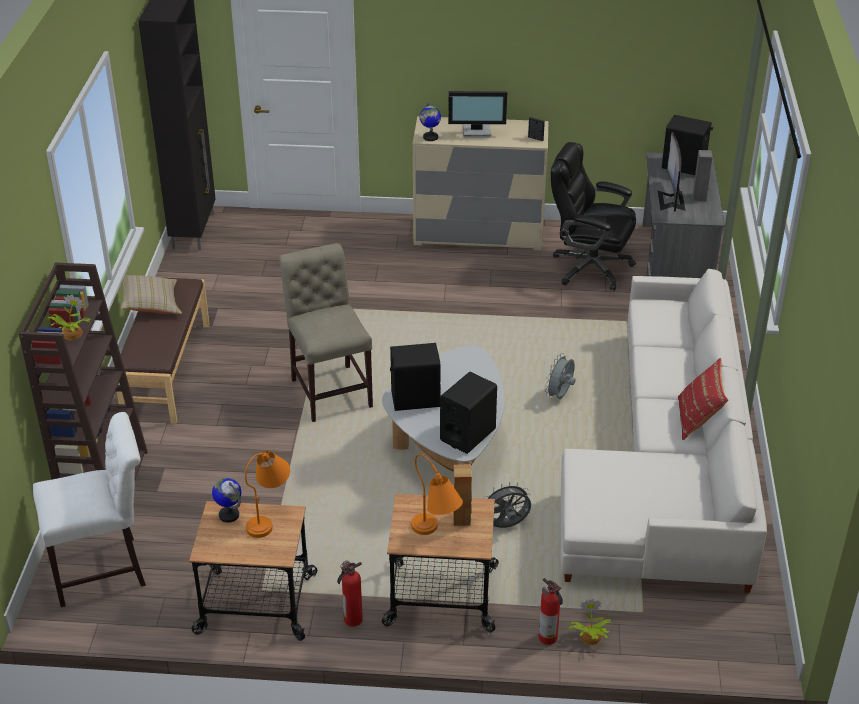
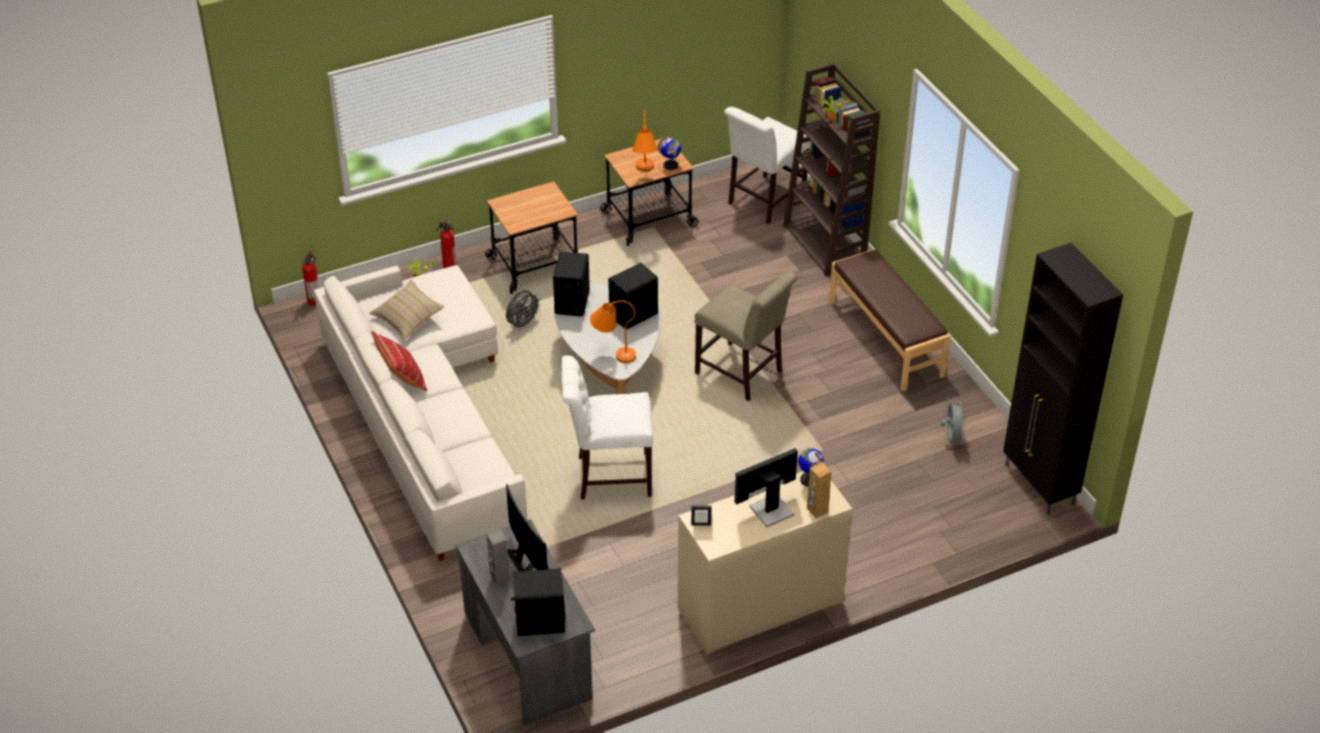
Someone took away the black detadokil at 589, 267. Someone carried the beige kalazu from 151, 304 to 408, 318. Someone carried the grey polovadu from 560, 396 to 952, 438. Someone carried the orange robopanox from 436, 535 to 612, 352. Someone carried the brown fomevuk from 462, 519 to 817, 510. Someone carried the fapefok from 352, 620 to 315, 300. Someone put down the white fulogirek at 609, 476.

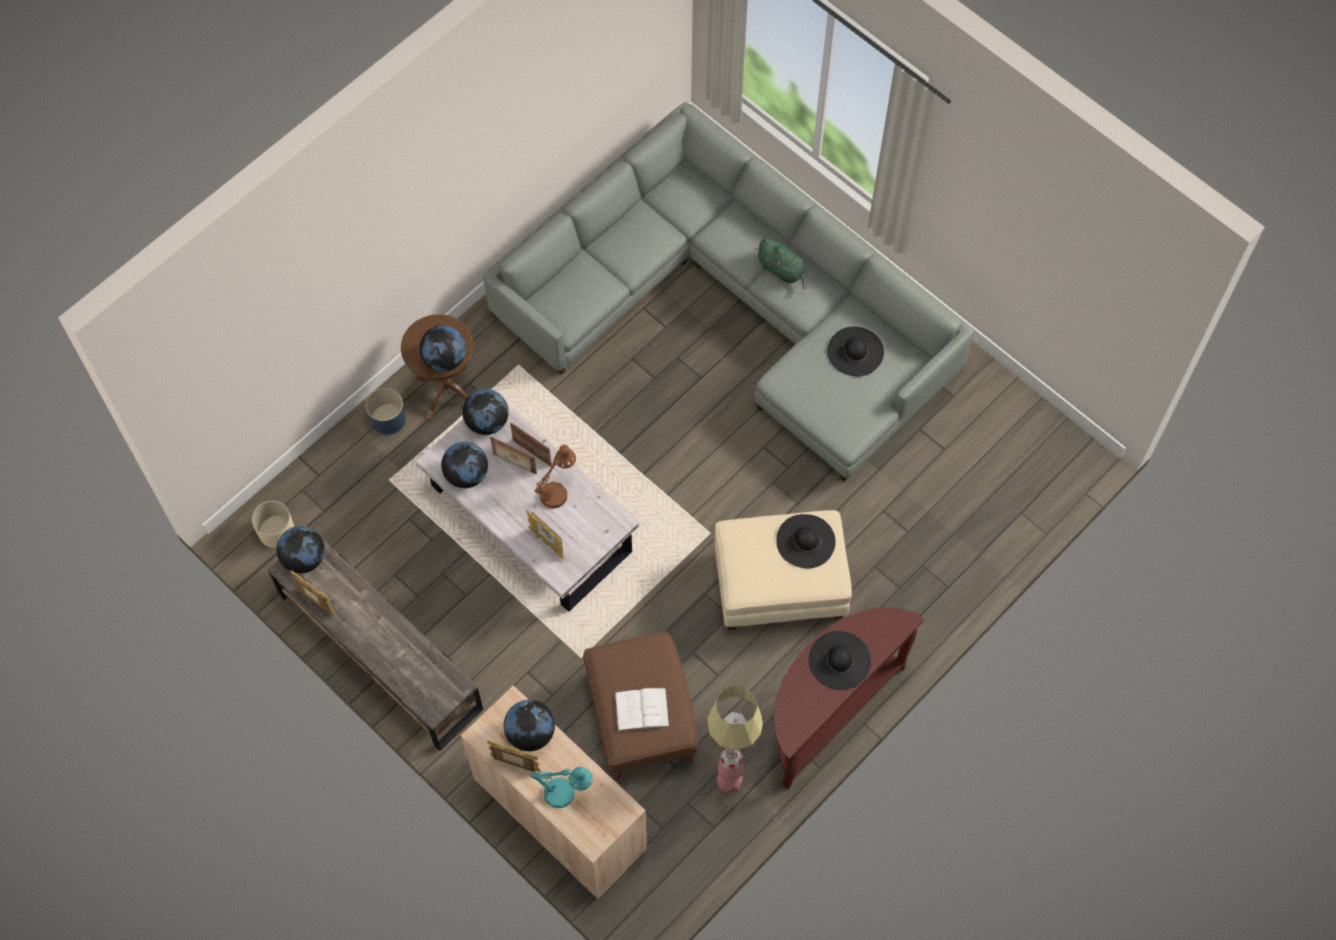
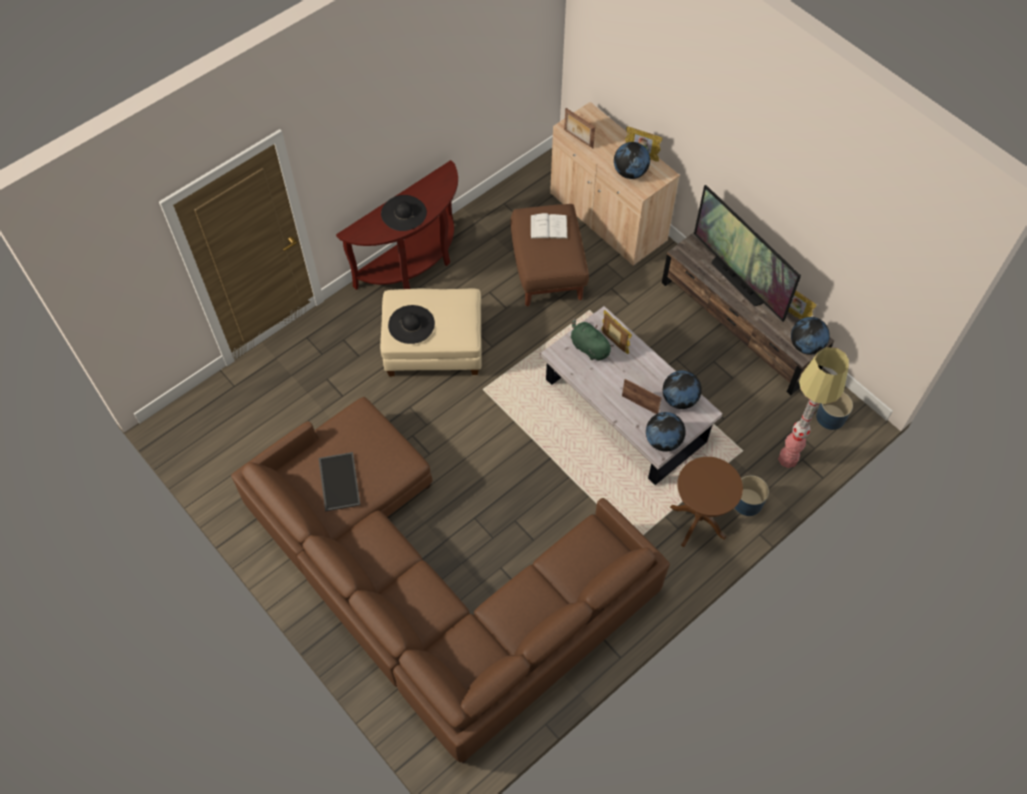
Someone repainted the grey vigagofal at 735, 305, which became the brown vigagofal at 434, 583. Someone carried the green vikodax from 782, 270 to 588, 347. Someone took away the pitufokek at 445, 359. Someone swapped the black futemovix at 855, 351 for the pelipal at 338, 481. Someone carried the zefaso from 532, 452 to 578, 139. Someone took away the brown robopanox at 557, 491. Someone repainted the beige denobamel at 276, 531, which became the blue denobamel at 830, 417. Someone carried the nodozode from 729, 781 to 788, 459. Someone took away the turquoise robopanox at 566, 794. Someone put down the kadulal at 738, 281.

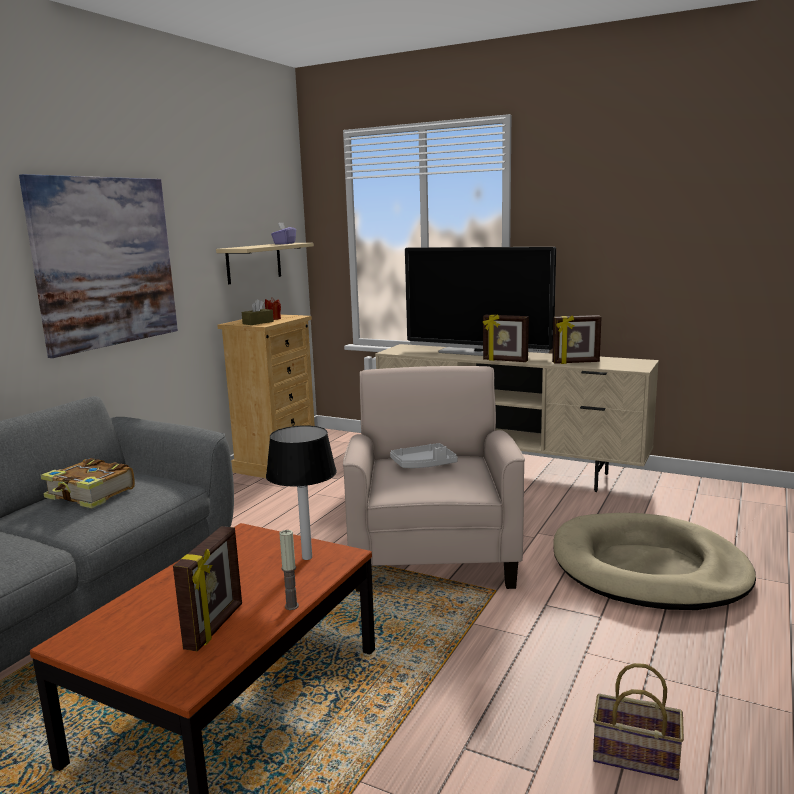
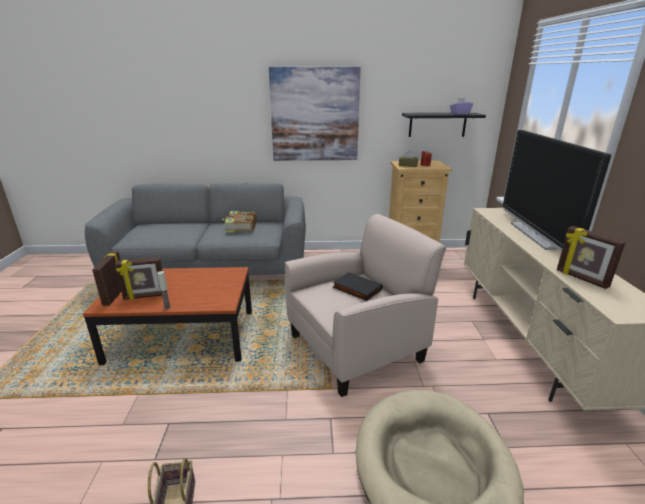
Someone repainted the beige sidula at 254, 263, which became the black sidula at 437, 124. Someone carried the zefaso from 505, 361 to 114, 295. Someone took away the robopanox at 307, 557. Someone swapped the grey pelipal at 424, 465 for the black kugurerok at 356, 289.

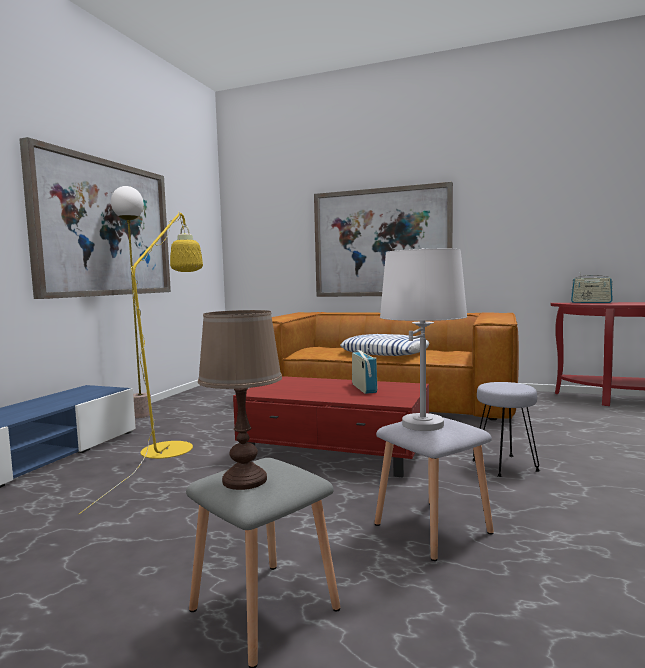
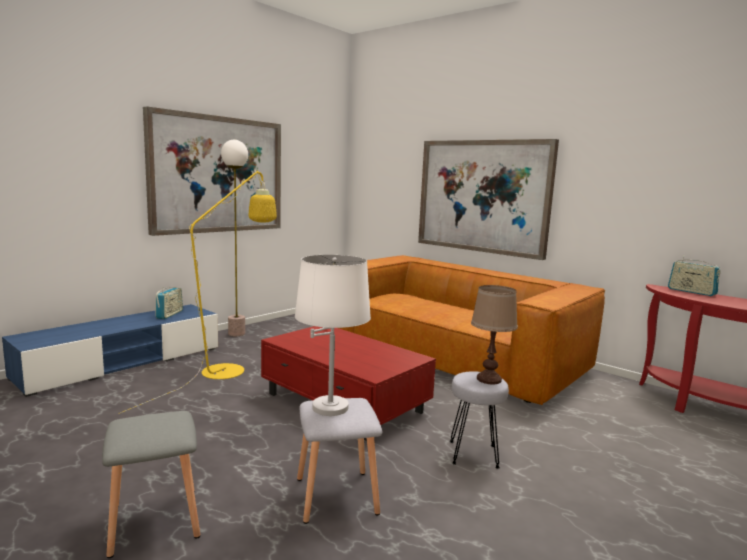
Someone carried the brown robopanox from 244, 480 to 488, 379. Someone took away the kalazu at 384, 352. Someone carried the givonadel from 364, 388 to 169, 314.

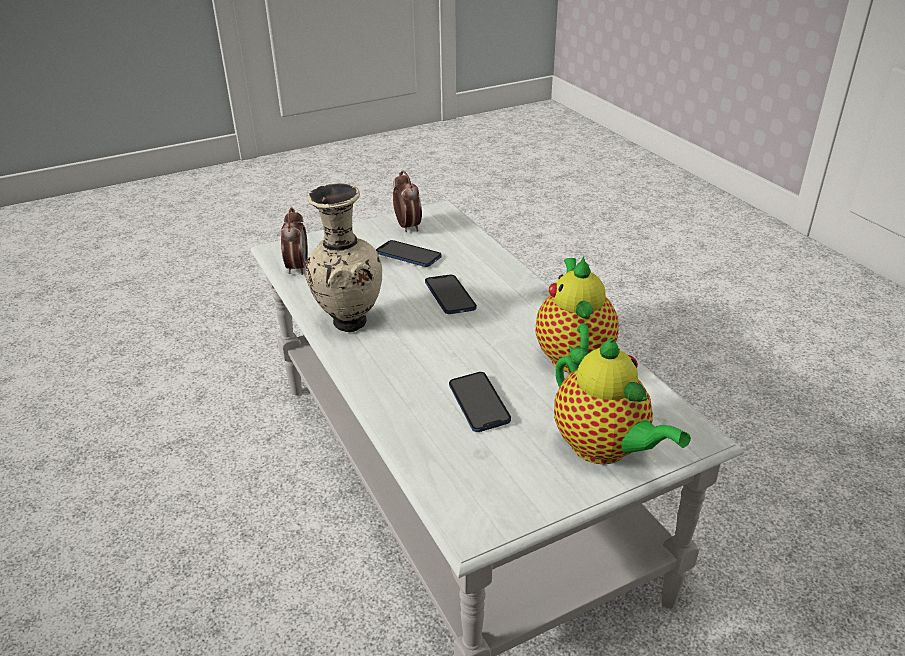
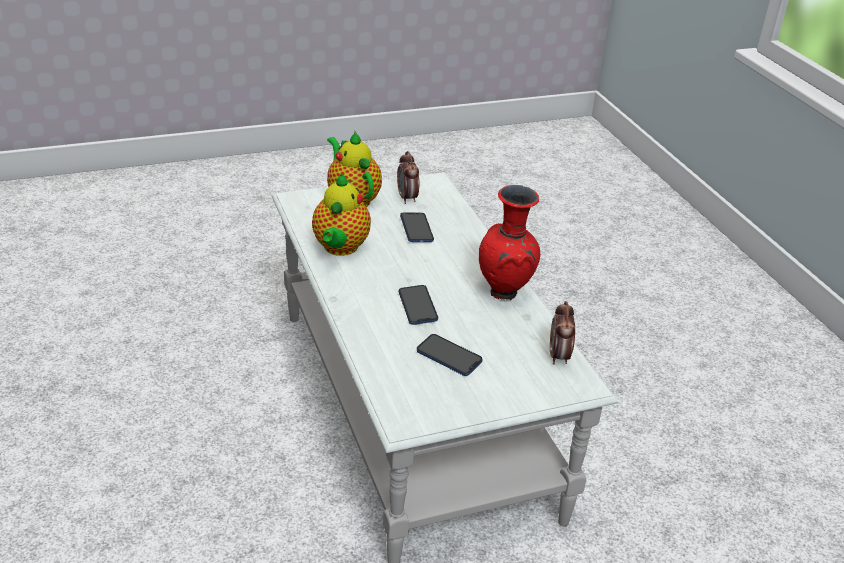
Someone carried the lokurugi from 407, 227 to 407, 198. Someone repainted the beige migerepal at 347, 322, which became the red migerepal at 505, 294.

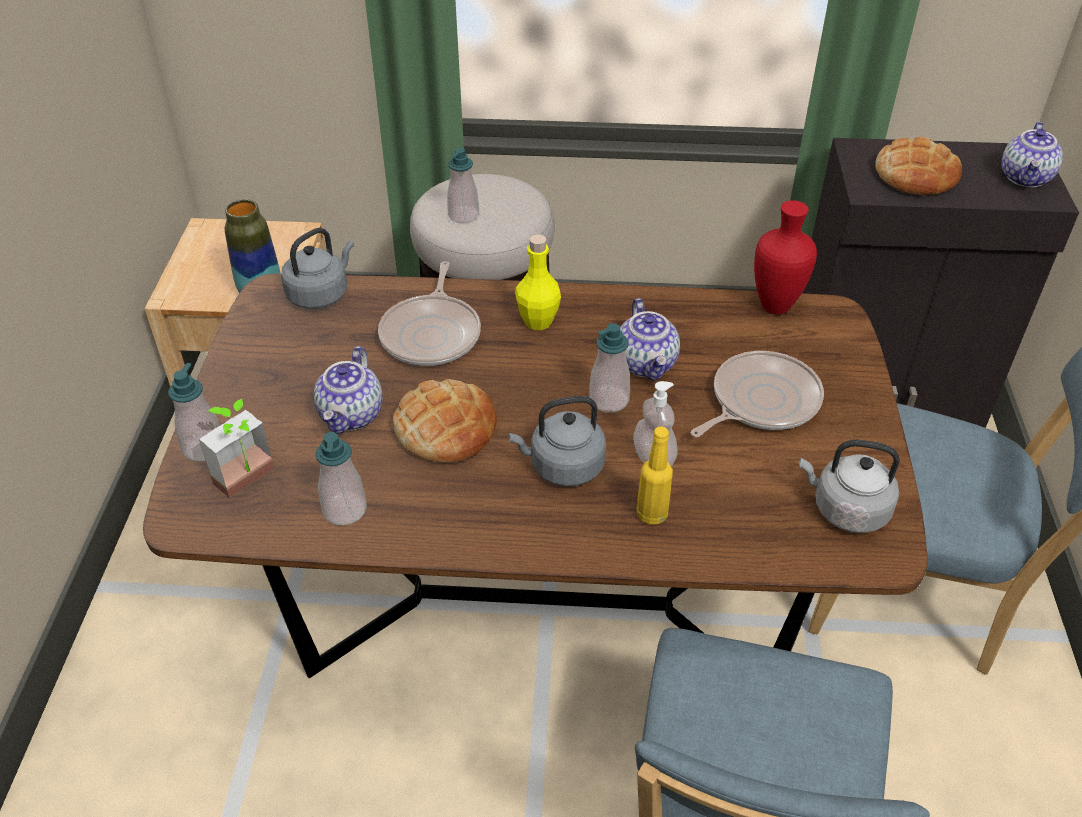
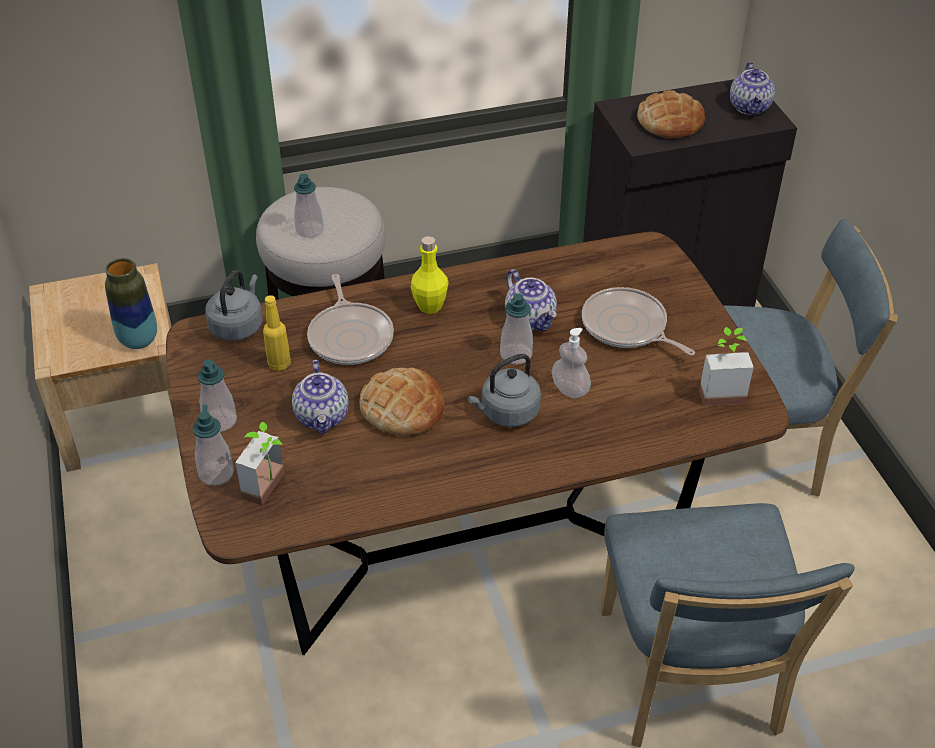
Someone took away the red migerepal at 777, 306. Someone rotated the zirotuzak at 760, 401 by 75 degrees counterclockwise. Someone carried the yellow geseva from 651, 514 to 279, 364. Someone carried the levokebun from 344, 510 to 220, 421. Someone swapped the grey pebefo at 846, 510 for the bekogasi at 720, 390.

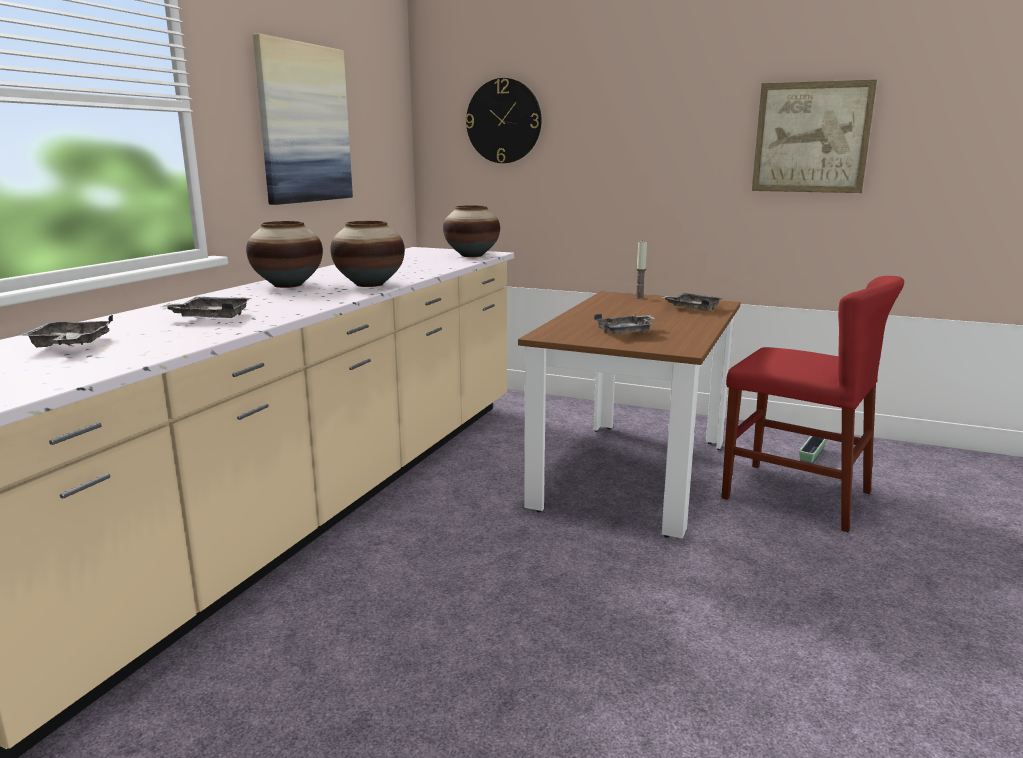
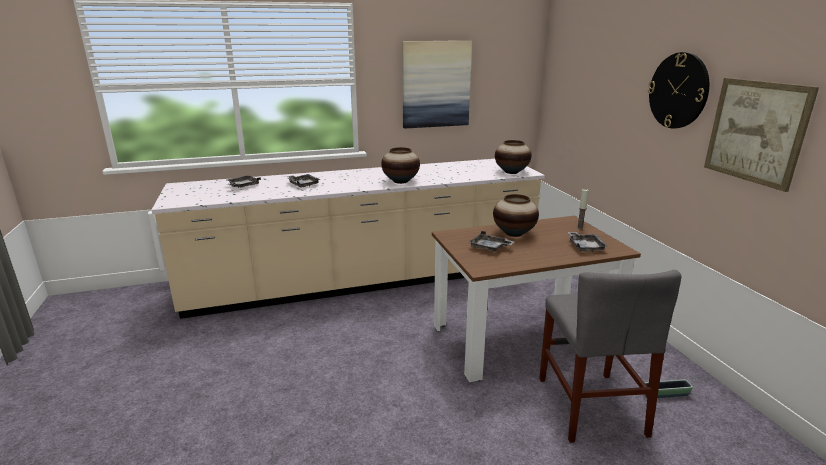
Someone carried the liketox from 503, 121 to 678, 91. Someone carried the migerepal from 288, 285 to 514, 233. Someone repainted the red fulogirek at 796, 495, which became the grey fulogirek at 590, 405.

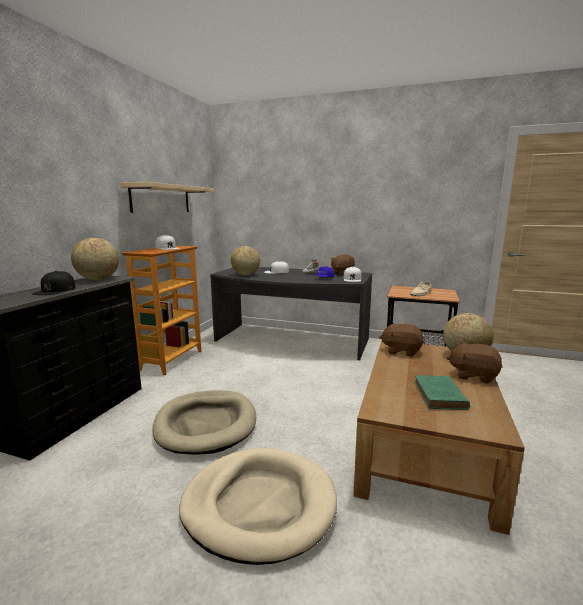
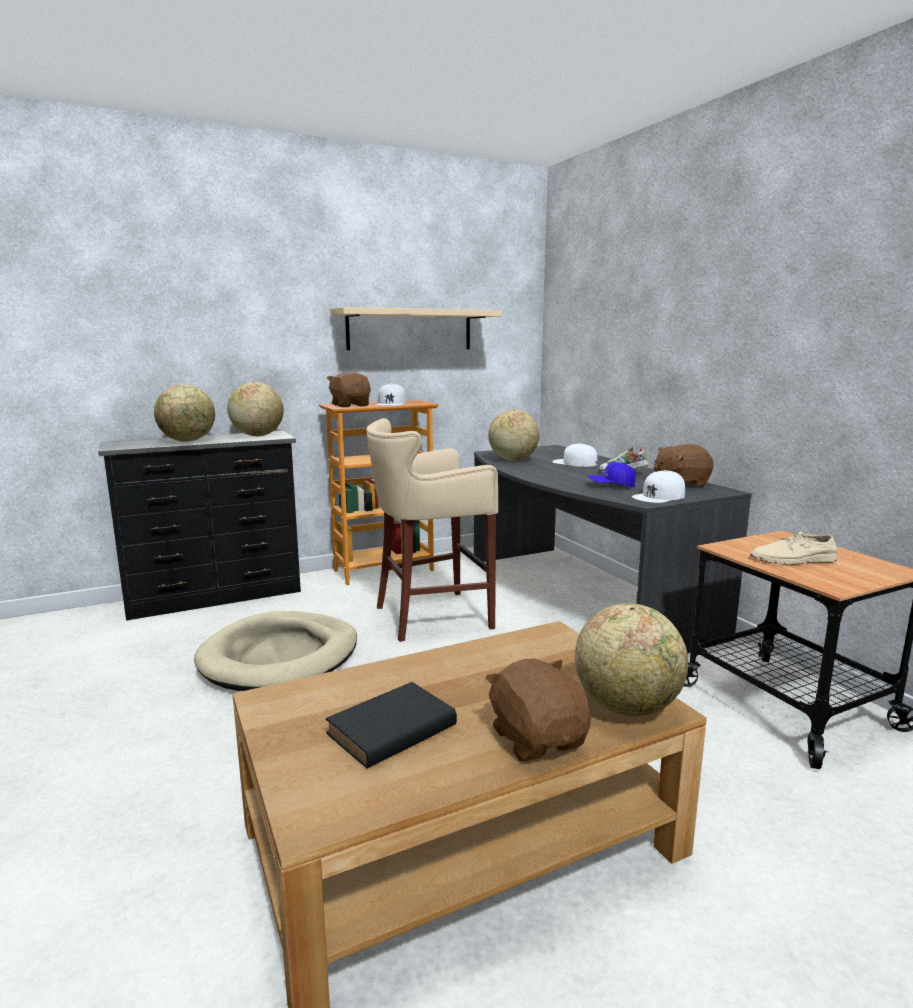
Someone swapped the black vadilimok at 55, 290 for the pitufokek at 188, 441. Someone carried the brown vikodax from 401, 351 to 350, 405. Someone repainted the green kugurerok at 440, 396, which became the black kugurerok at 389, 731. Someone took away the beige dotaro at 259, 505. Someone put down the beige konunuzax at 429, 616.

